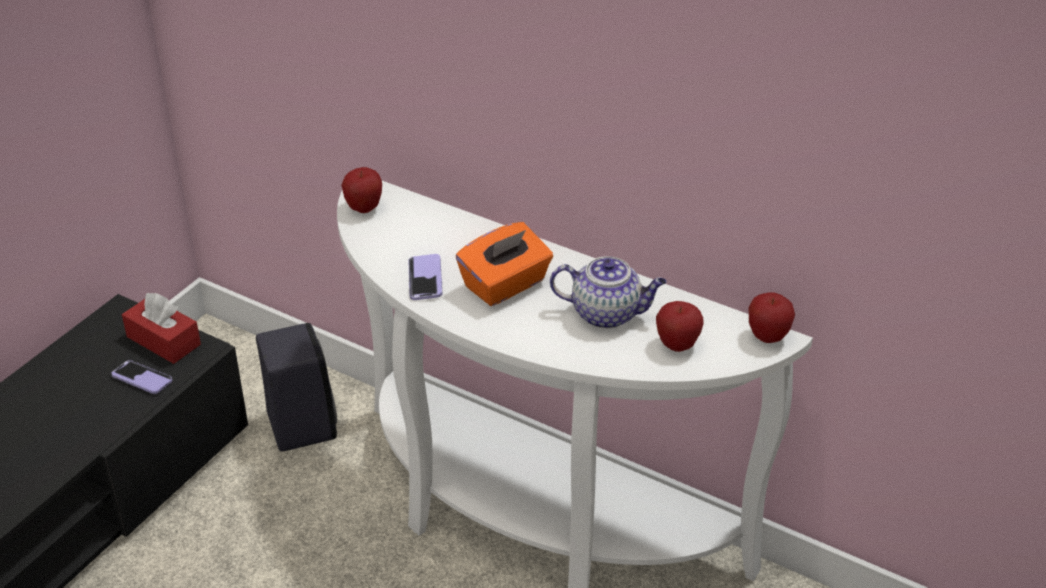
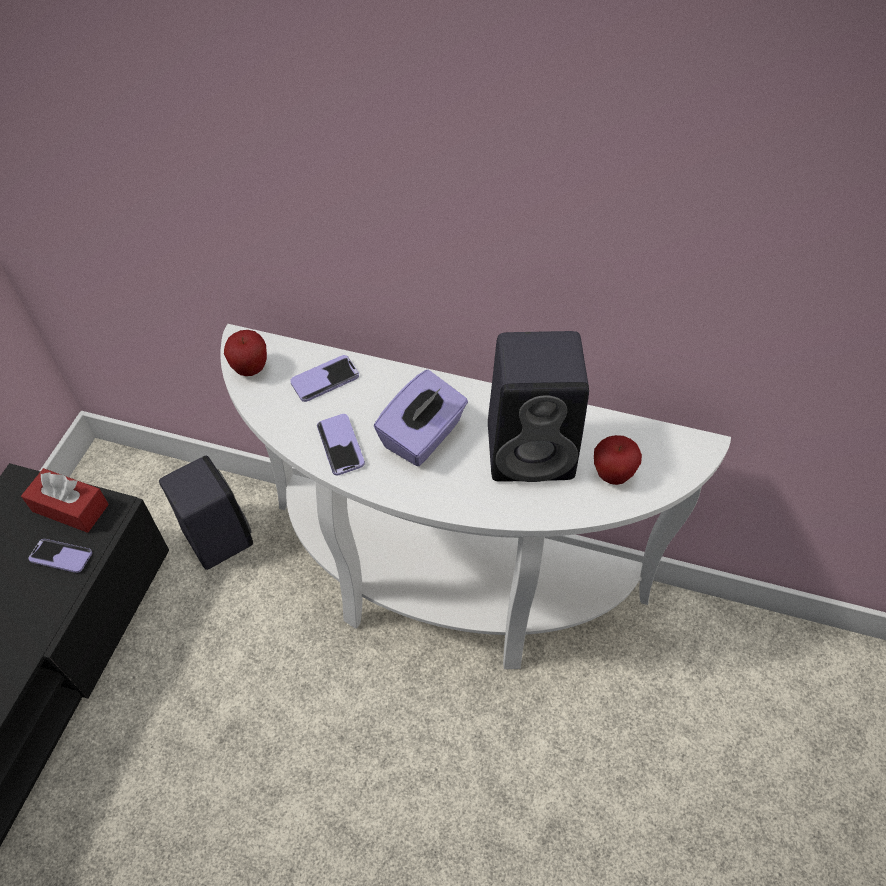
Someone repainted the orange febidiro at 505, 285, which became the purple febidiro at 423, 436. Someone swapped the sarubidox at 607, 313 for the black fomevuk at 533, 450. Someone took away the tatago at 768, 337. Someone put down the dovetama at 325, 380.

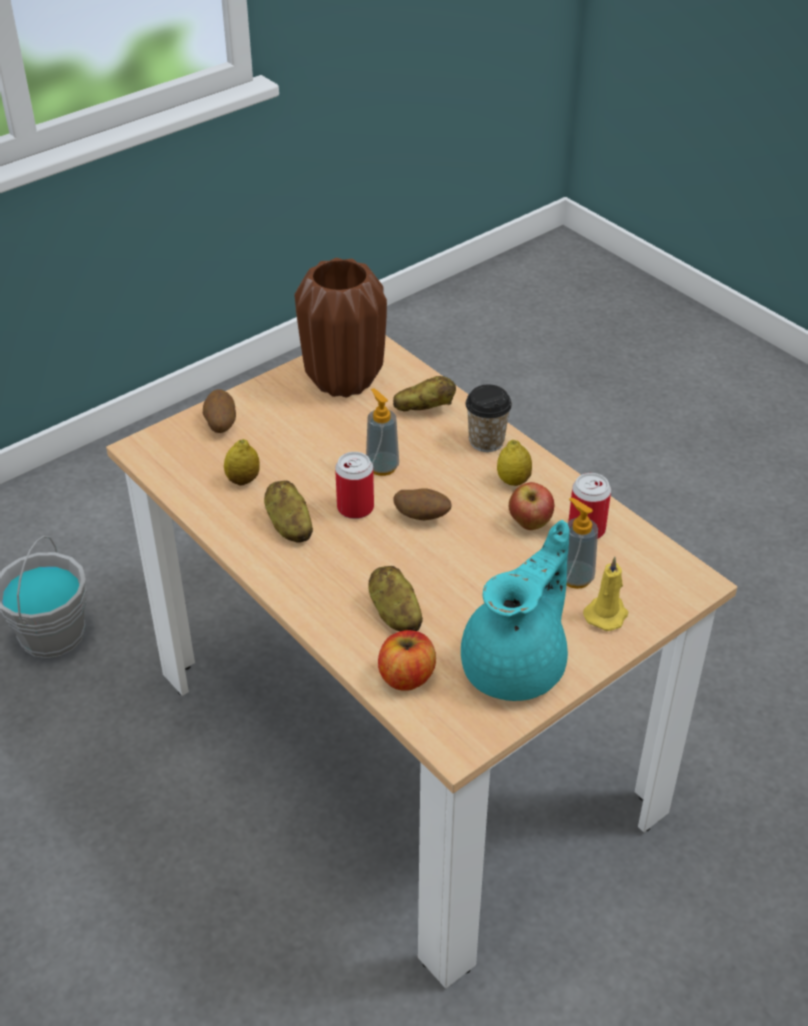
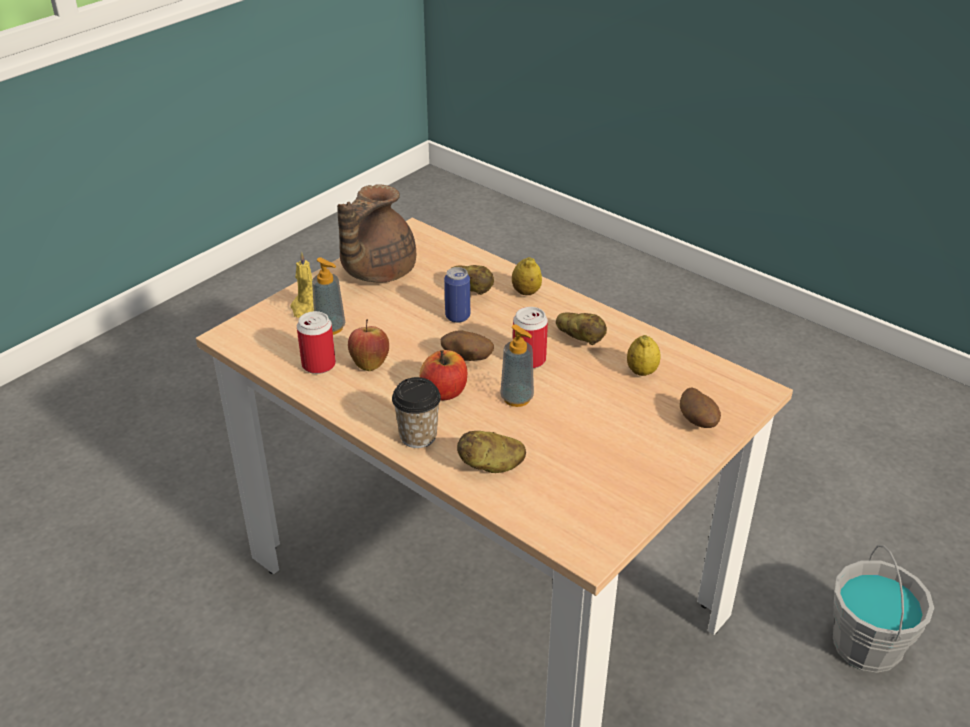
Someone took away the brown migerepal at 344, 381. Someone carried the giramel from 513, 481 to 526, 292. Someone repainted the turquoise sarubidox at 517, 665, which became the brown sarubidox at 375, 271. Someone carried the tatago from 406, 677 to 444, 392. Someone put down the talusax at 457, 316.

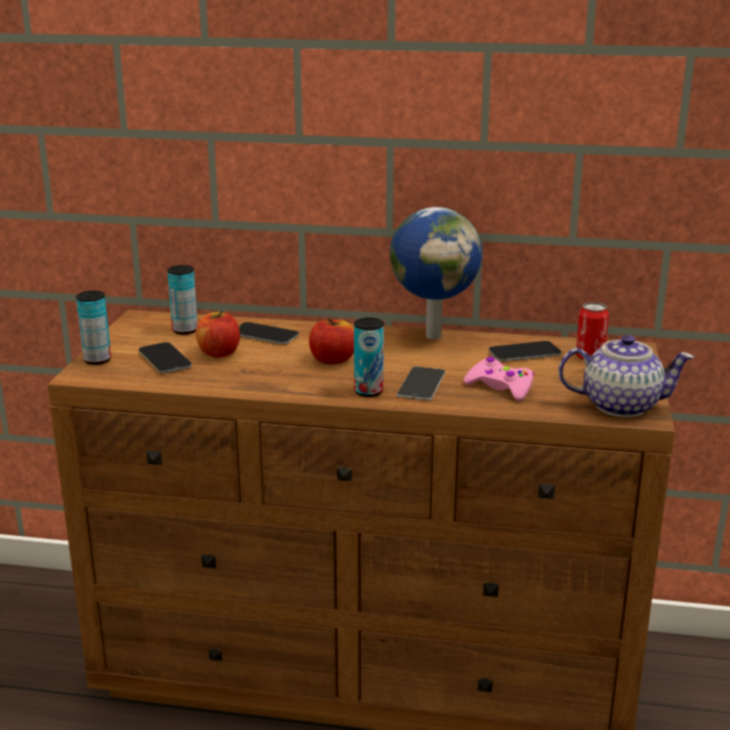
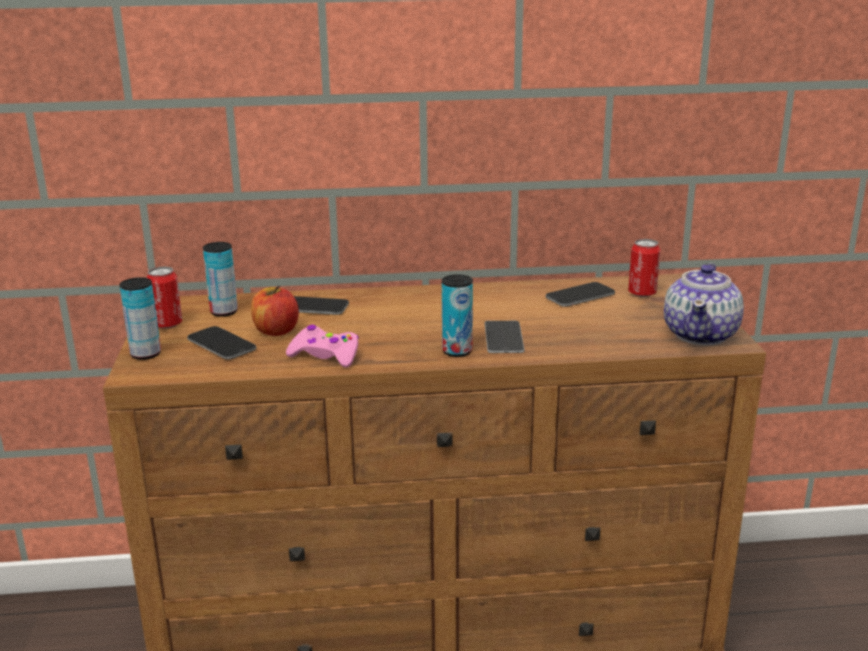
Someone took away the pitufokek at 433, 335. Someone took away the tatago at 333, 360. Someone rotated the sarubidox at 619, 405 by 120 degrees clockwise. Someone carried the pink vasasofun from 500, 387 to 325, 355. Someone put down the talusax at 167, 324.

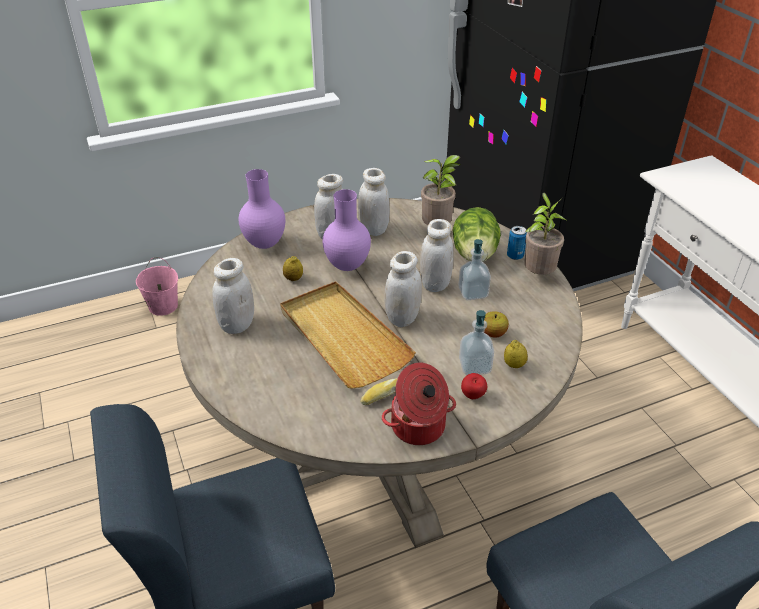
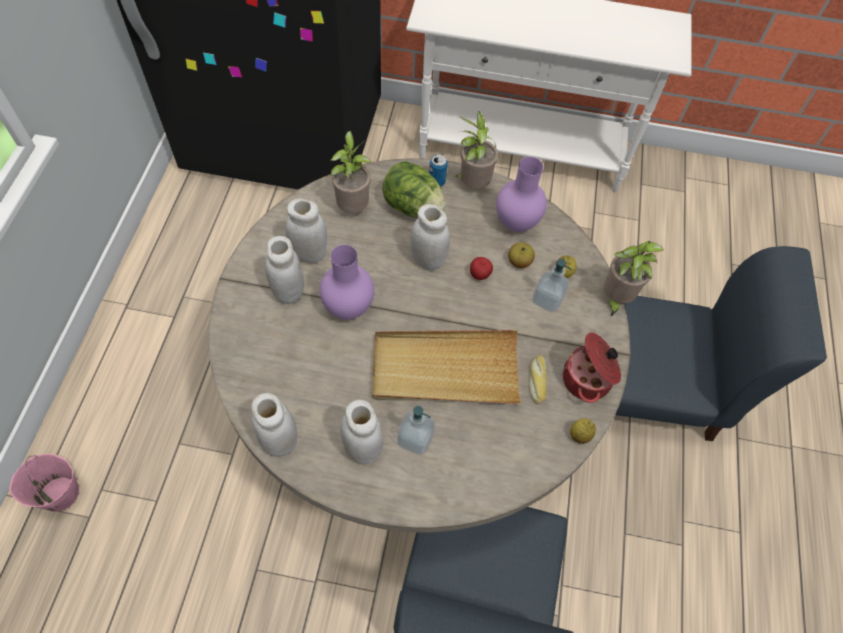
Someone carried the purple migerepal from 266, 244 to 516, 222. Someone carried the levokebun from 473, 293 to 415, 439. Someone carried the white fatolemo from 402, 318 to 279, 440. Someone carried the giramel from 293, 279 to 579, 435. Someone carried the tatago from 473, 396 to 479, 275. Someone put down the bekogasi at 615, 298.

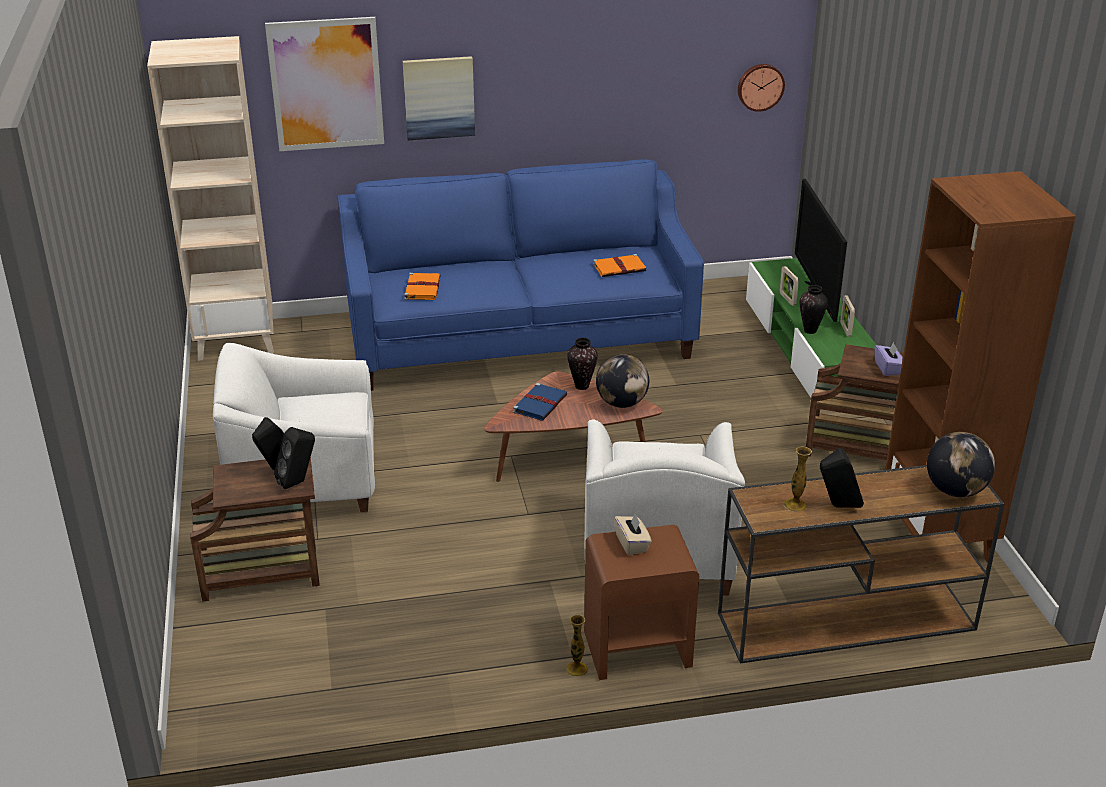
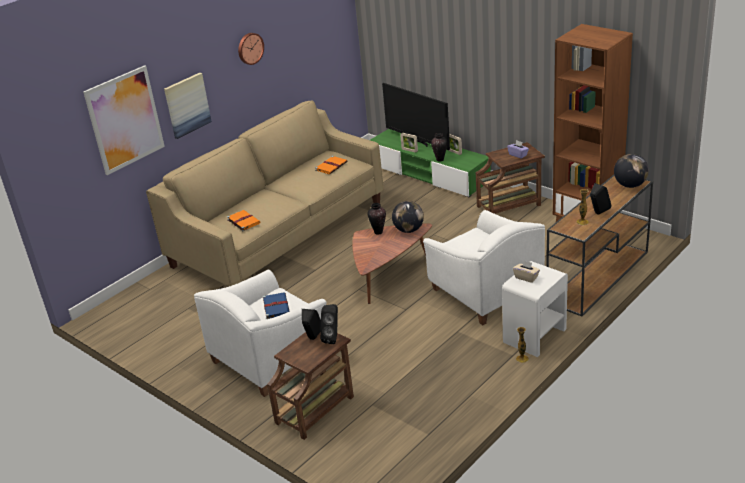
Someone took away the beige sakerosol at 237, 341. Someone carried the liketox from 760, 86 to 250, 48. Someone repainted the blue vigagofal at 518, 337, which became the beige vigagofal at 279, 234. Someone carried the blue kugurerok from 540, 403 to 276, 306. Someone repainted the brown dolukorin at 636, 649, which became the white dolukorin at 534, 336.

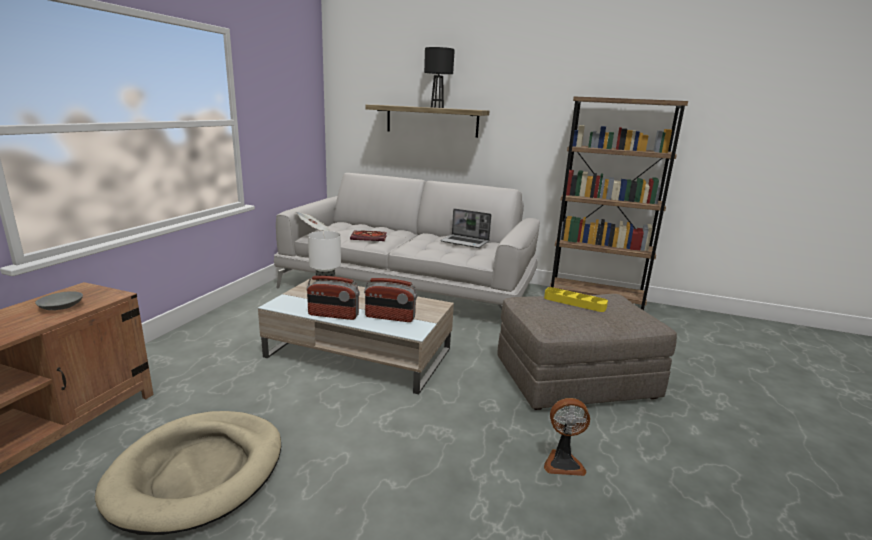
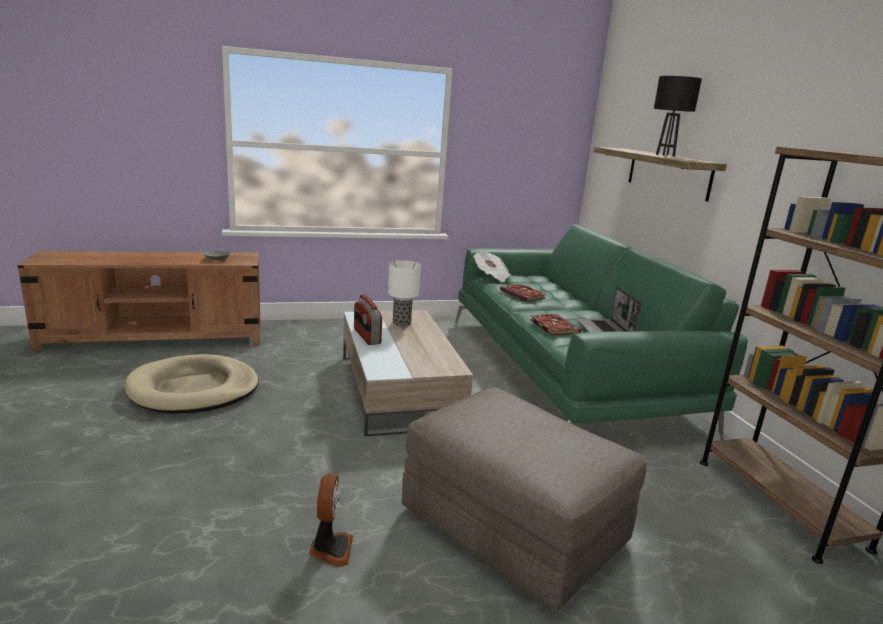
Someone repainted the grey vigagofal at 410, 286, which became the green vigagofal at 567, 369. Someone took away the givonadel at 390, 317. Someone took away the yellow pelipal at 574, 302. Someone rotated the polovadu at 563, 462 by 150 degrees counterclockwise. Someone put down the kugurerok at 552, 326.

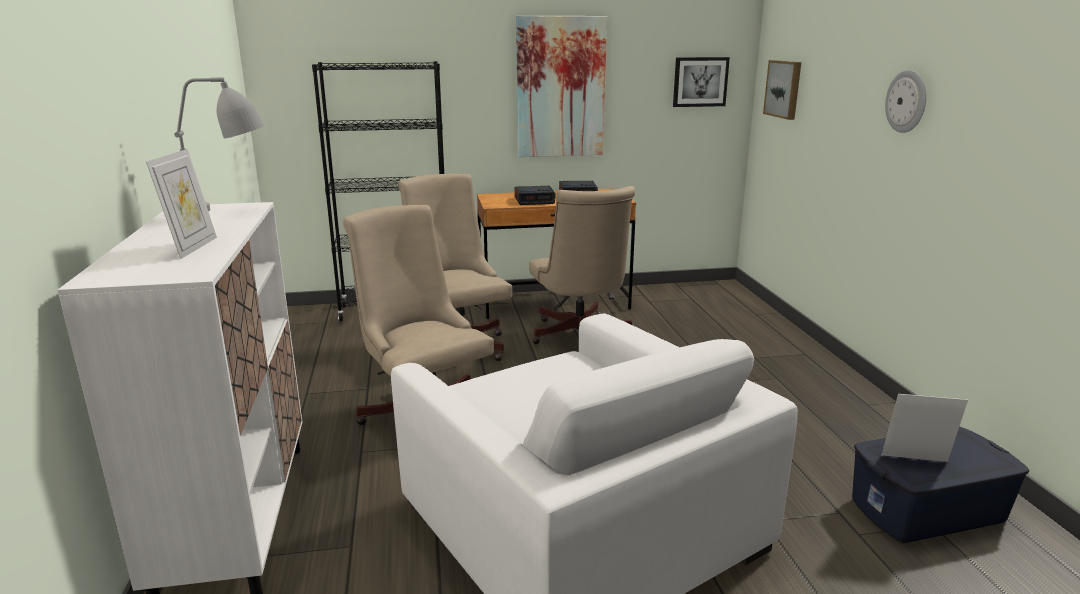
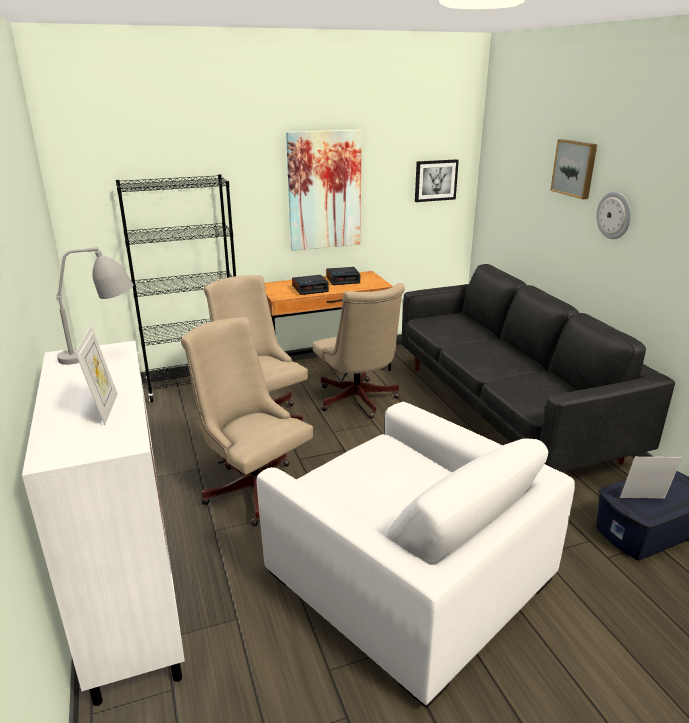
Someone carried the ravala from 784, 89 to 575, 168. Someone put down the black vigagofal at 504, 411.

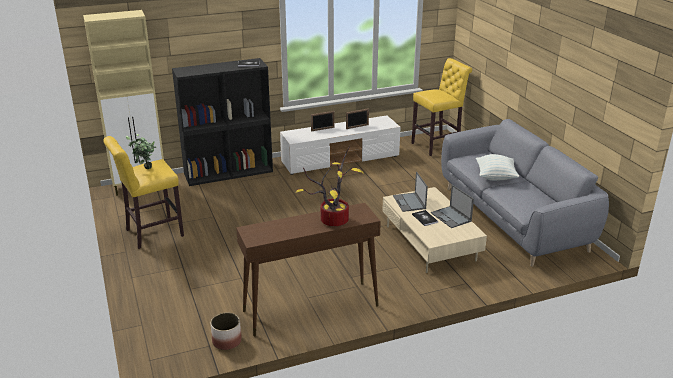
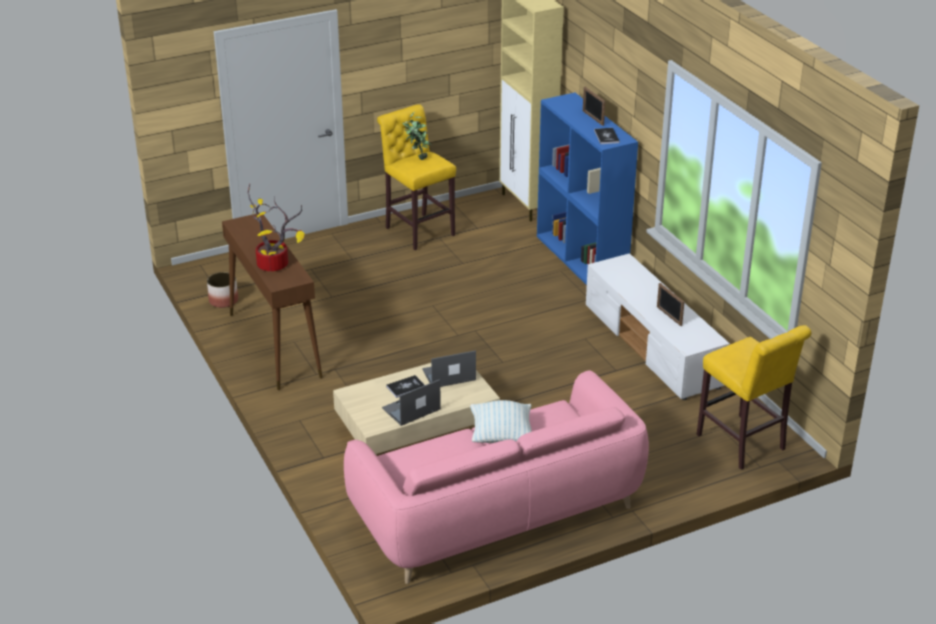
Someone repainted the black sakerosol at 229, 172, which became the blue sakerosol at 582, 259. Someone carried the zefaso from 322, 129 to 593, 118. Someone repainted the grey vigagofal at 513, 218, which became the pink vigagofal at 497, 512.

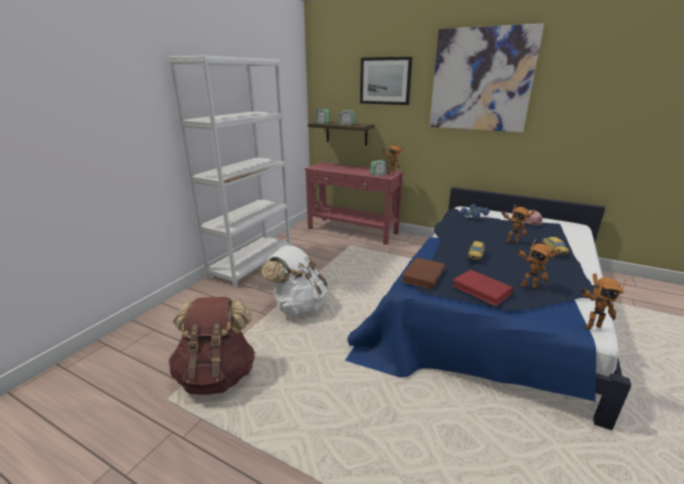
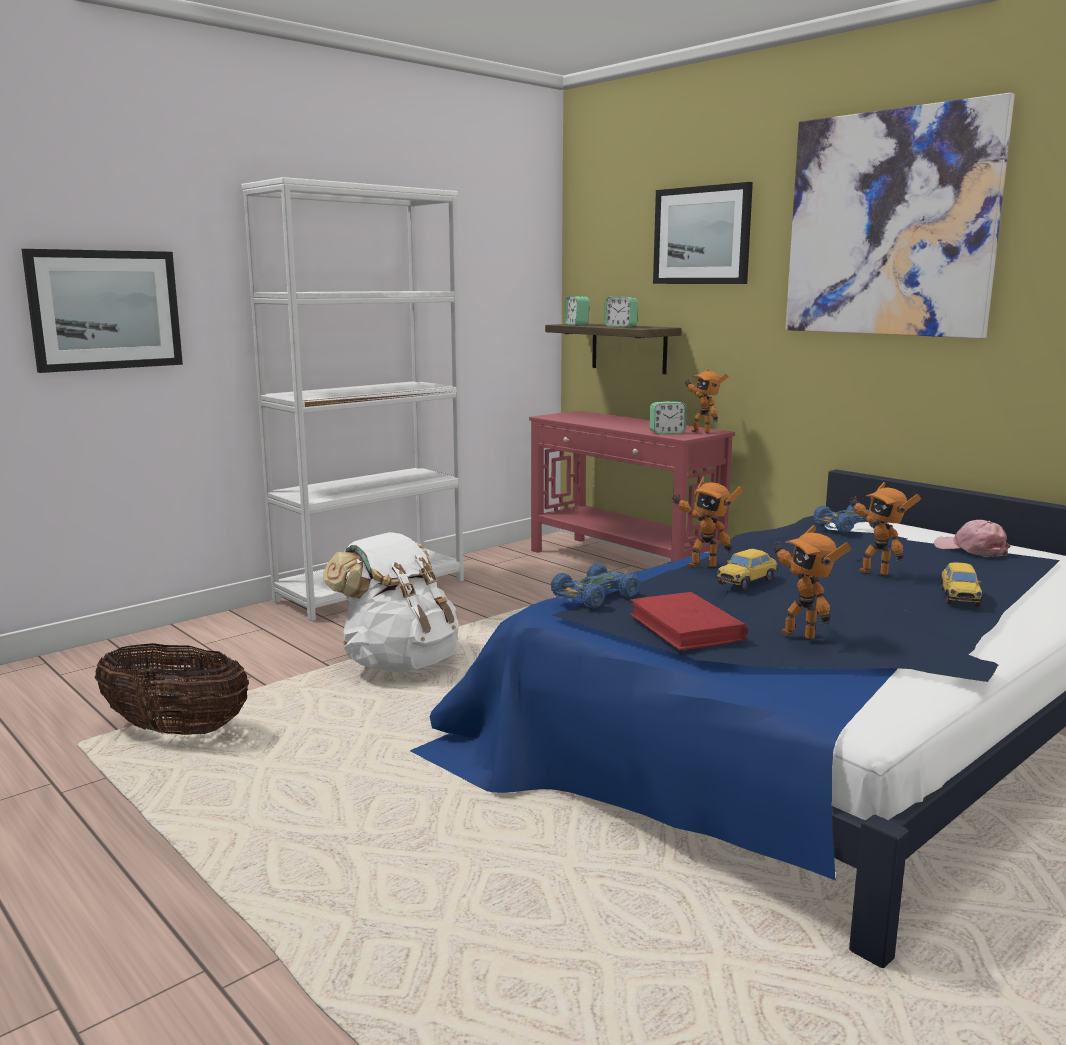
Someone swapped the brown kugurerok at 423, 275 for the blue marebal at 594, 596. Someone carried the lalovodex from 590, 326 to 702, 565. Someone swapped the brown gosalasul at 217, 375 for the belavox at 176, 730. Someone put up the ravala at 105, 310.

